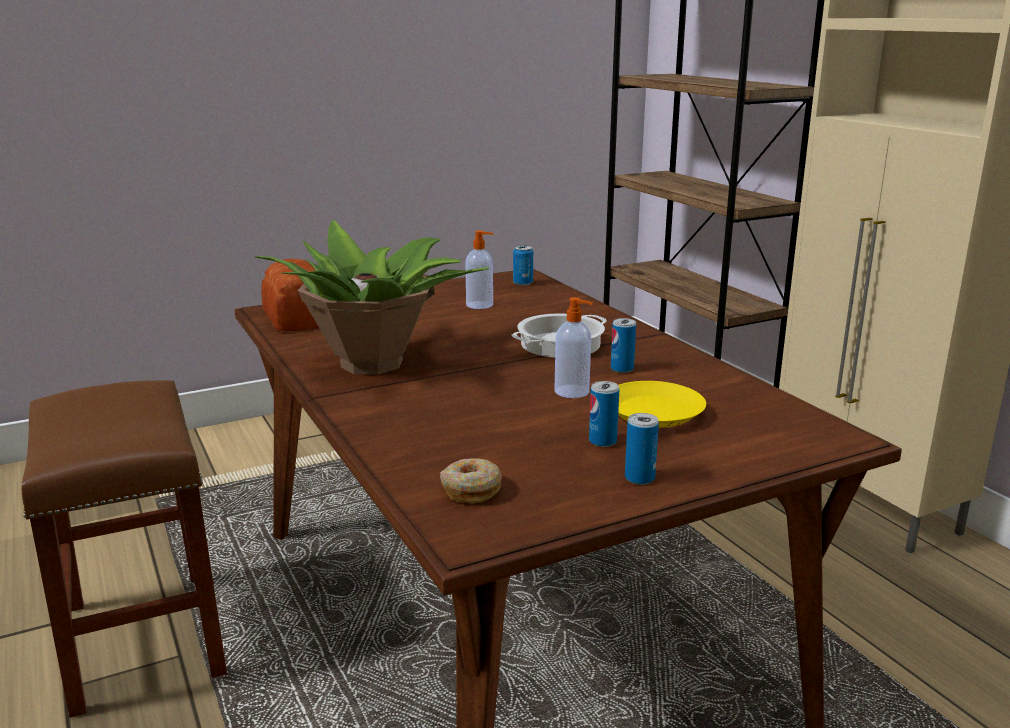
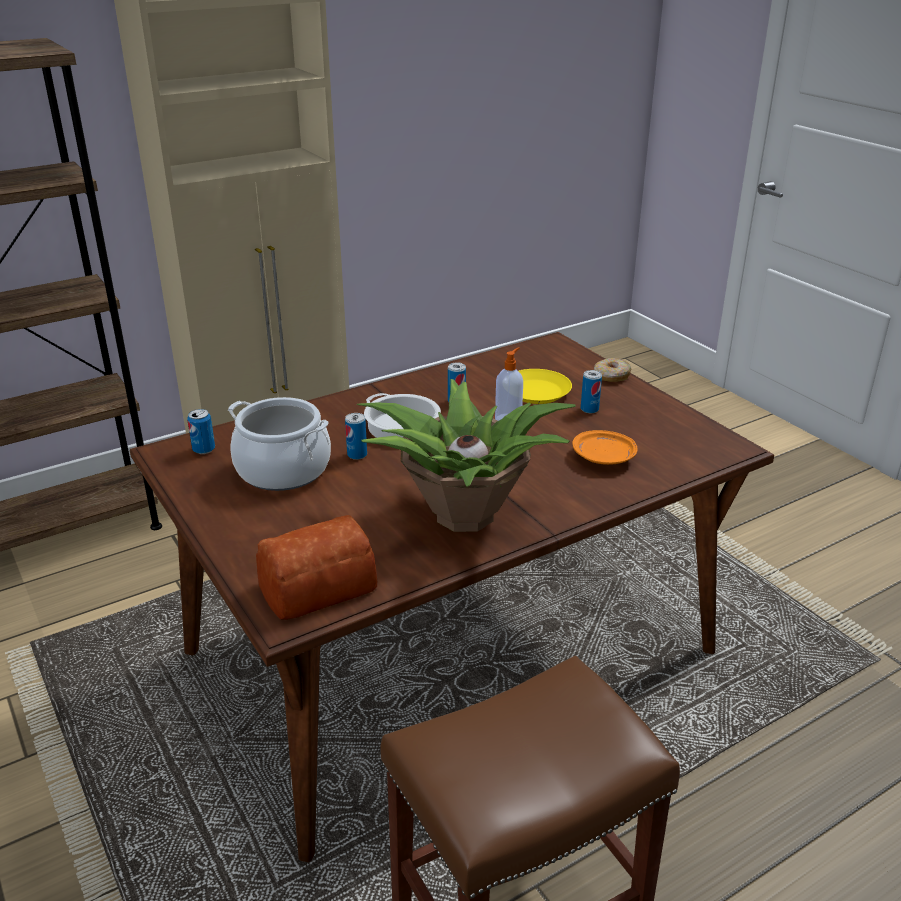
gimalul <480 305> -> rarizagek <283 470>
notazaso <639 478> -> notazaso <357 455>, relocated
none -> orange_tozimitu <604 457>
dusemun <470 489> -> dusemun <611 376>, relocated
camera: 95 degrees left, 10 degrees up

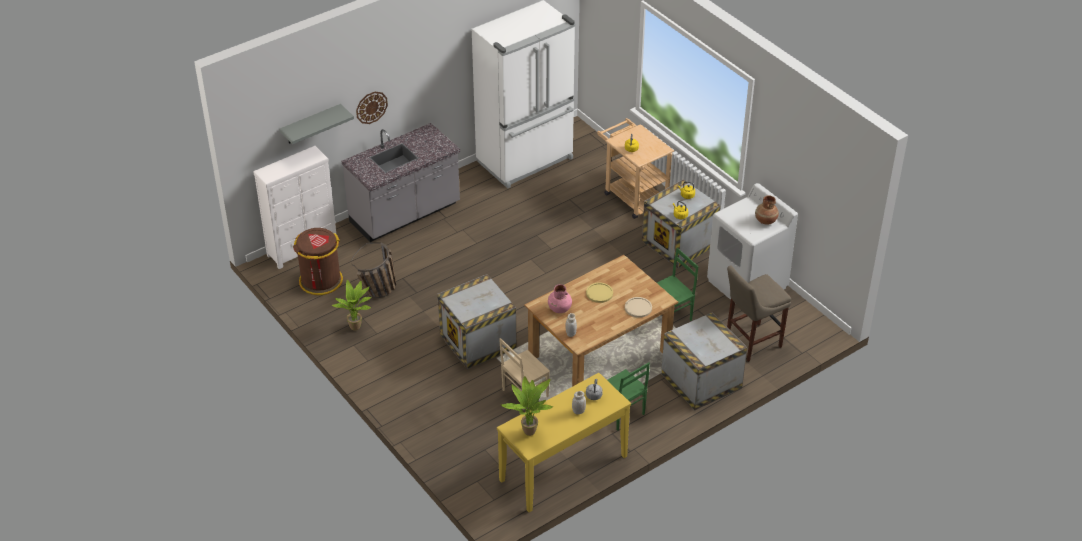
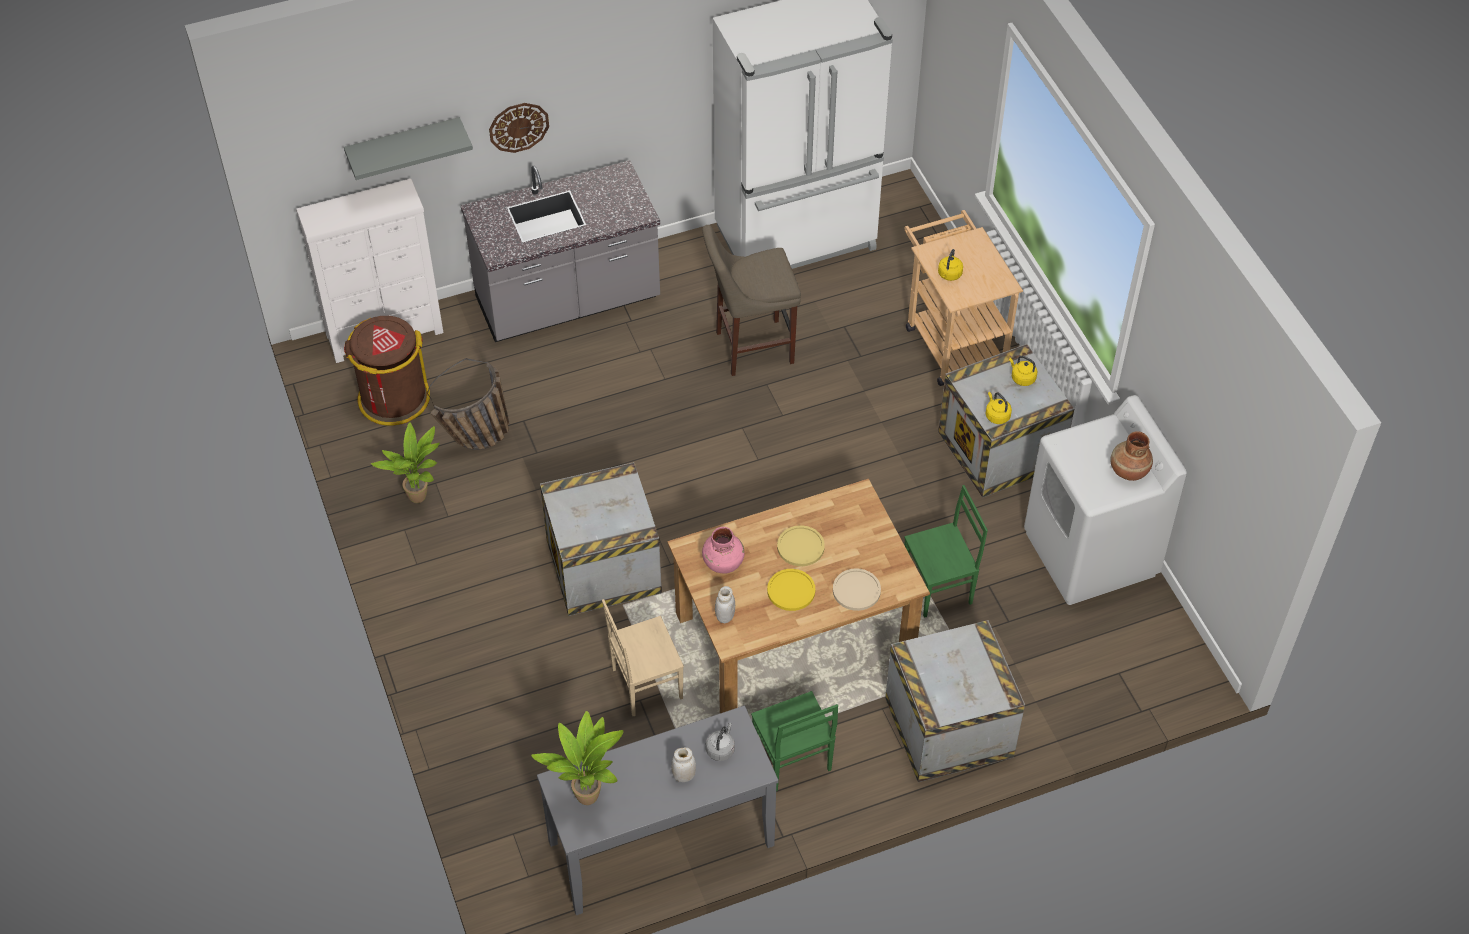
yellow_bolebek <563 468> -> grey_bolebek <661 844>
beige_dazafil <750 343> -> beige_dazafil <750 348>, relocated
none -> yellow_tozimitu <791 590>
camera: 15 degrees right, 10 degrees up

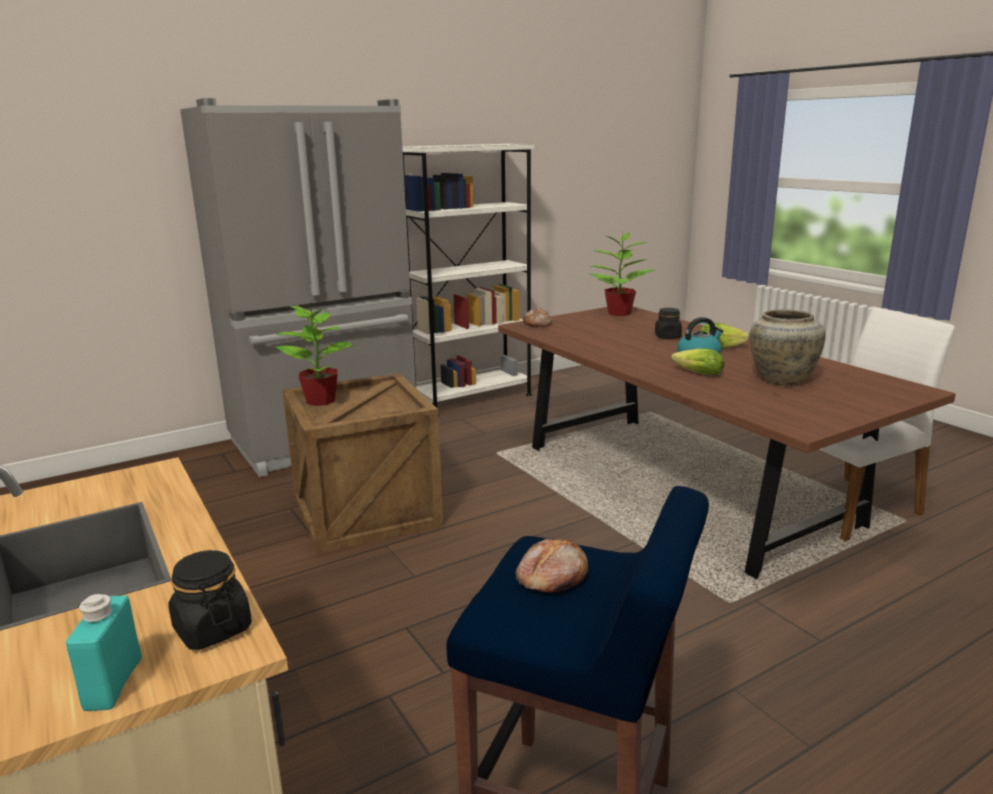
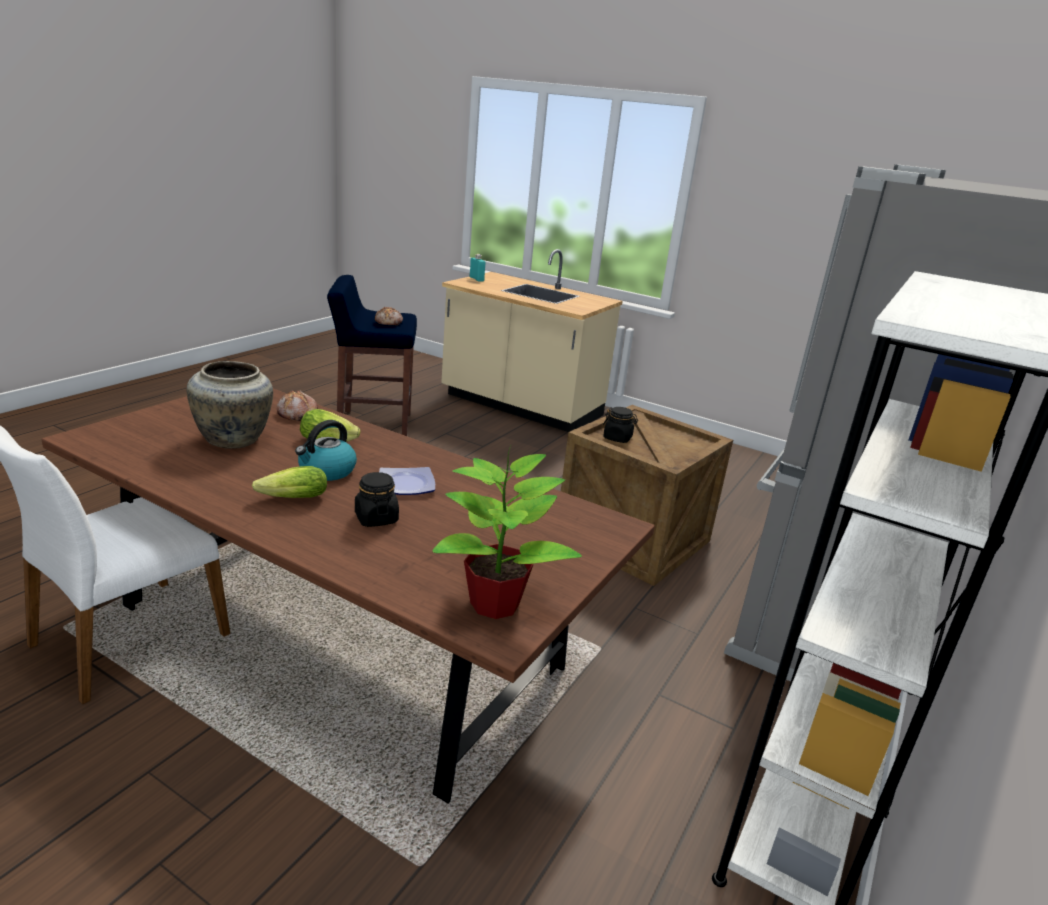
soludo <537 324> -> soludo <296 414>, relocated
none -> tozimitu <407 485>
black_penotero <212 629> -> black_penotero <617 438>, relocated
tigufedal <322 401> -> none
camera: 150 degrees right, 5 degrees up

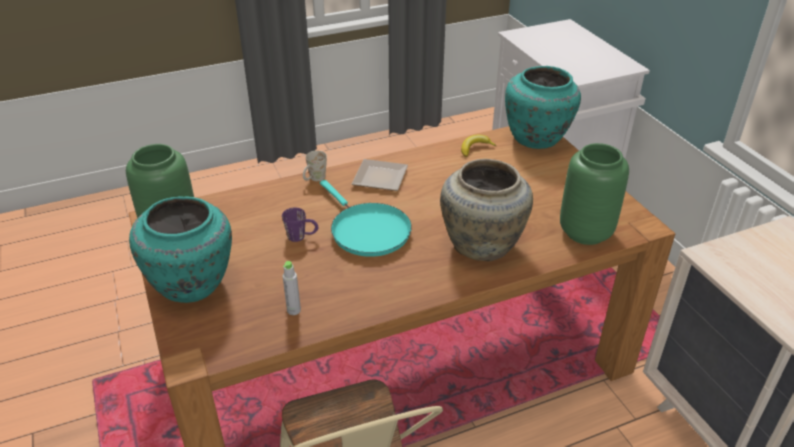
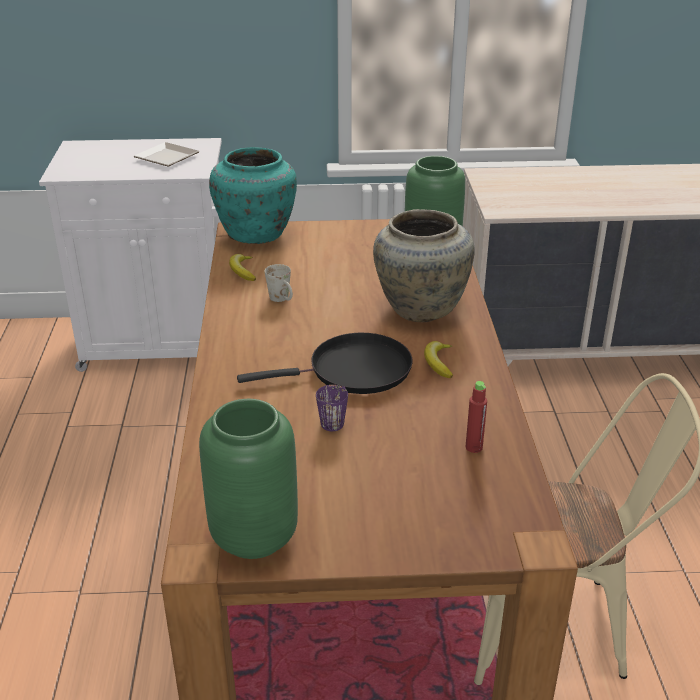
tozimitu <381 179> -> tozimitu <169 157>, relocated
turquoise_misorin <367 231> -> black_misorin <353 371>
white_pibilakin <314 179> -> white_pibilakin <282 300>, relocated
none -> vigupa <438 363>
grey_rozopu <293 310> -> red_rozopu <474 447>
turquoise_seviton <193 286> -> none
camera: 70 degrees left, 5 degrees down

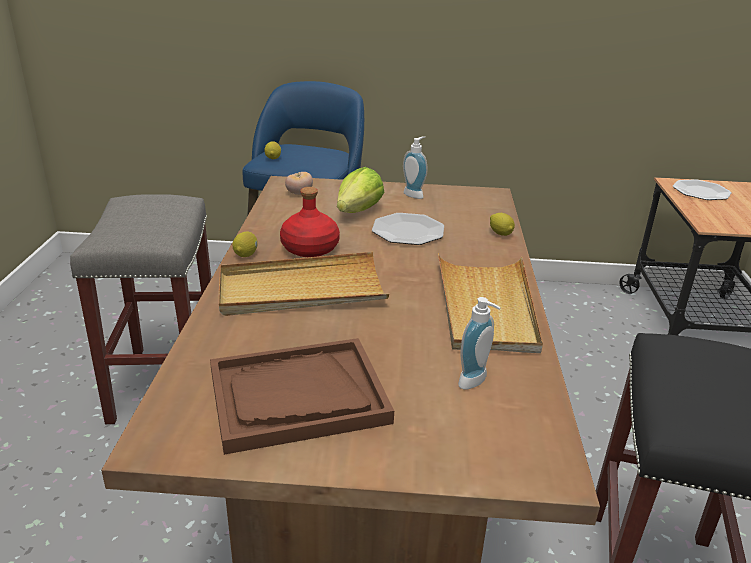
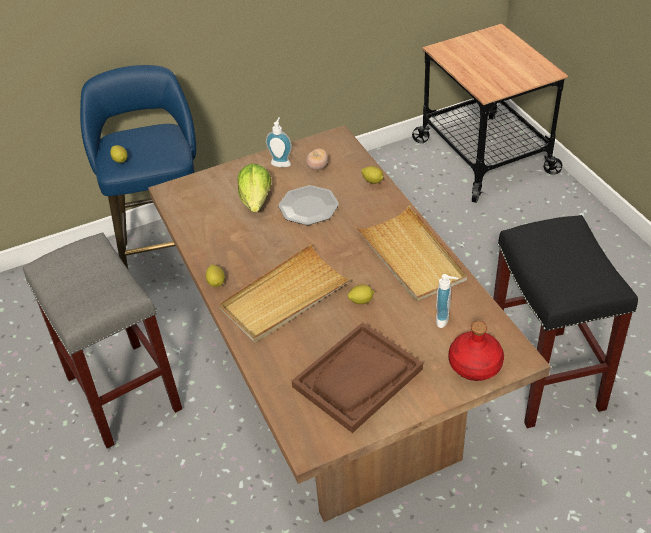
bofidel <299 193> -> bofidel <317 167>, relocated
none -> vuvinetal <361 301>
red_rozopu <310 249> -> red_rozopu <475 365>, relocated
tozimitu <701 192> -> none
camera: 25 degrees left, 15 degrees up

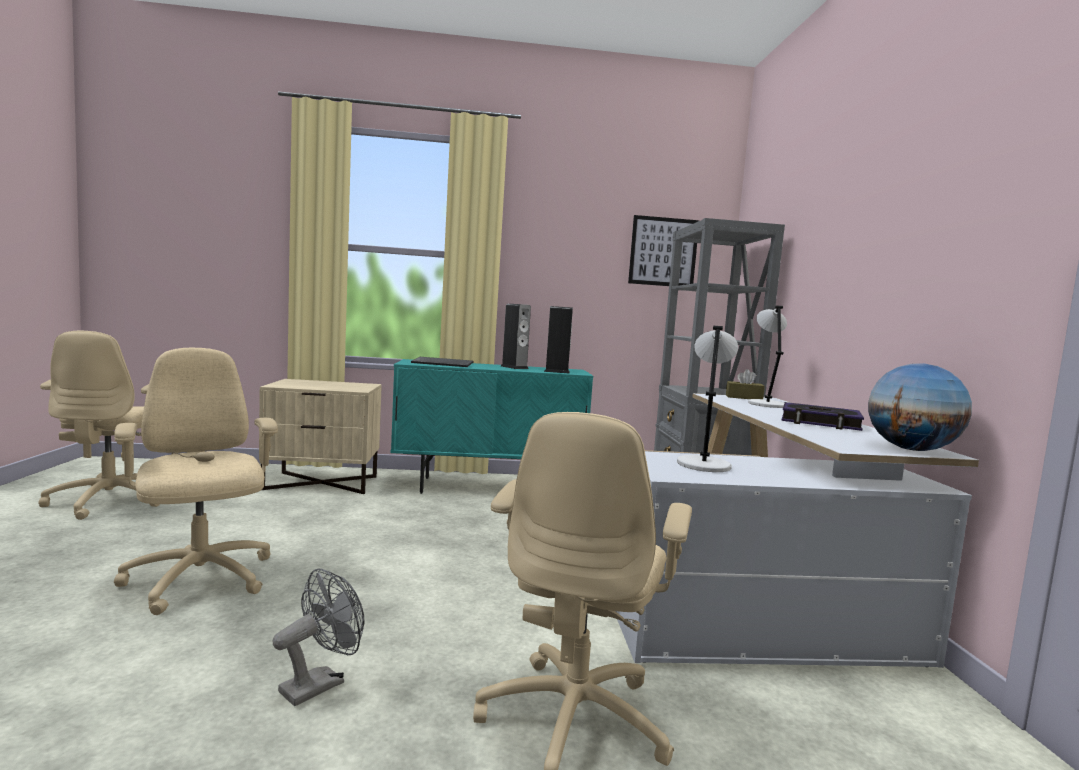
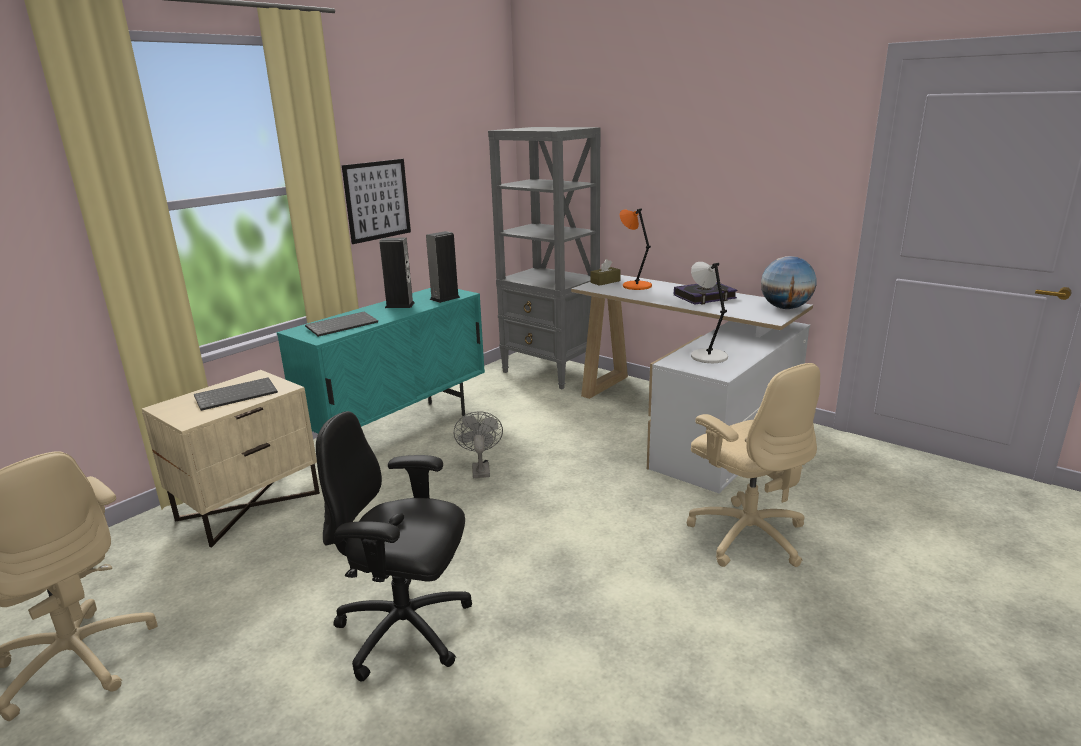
none -> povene <237 395>
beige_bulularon <199 580> -> black_bulularon <406 631>
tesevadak <663 252> -> tesevadak <377 200>, relocated
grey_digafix <320 683> -> grey_digafix <480 468>, relocated
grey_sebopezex <766 404> -> orange_sebopezex <635 286>
camera: 45 degrees left, 15 degrees up

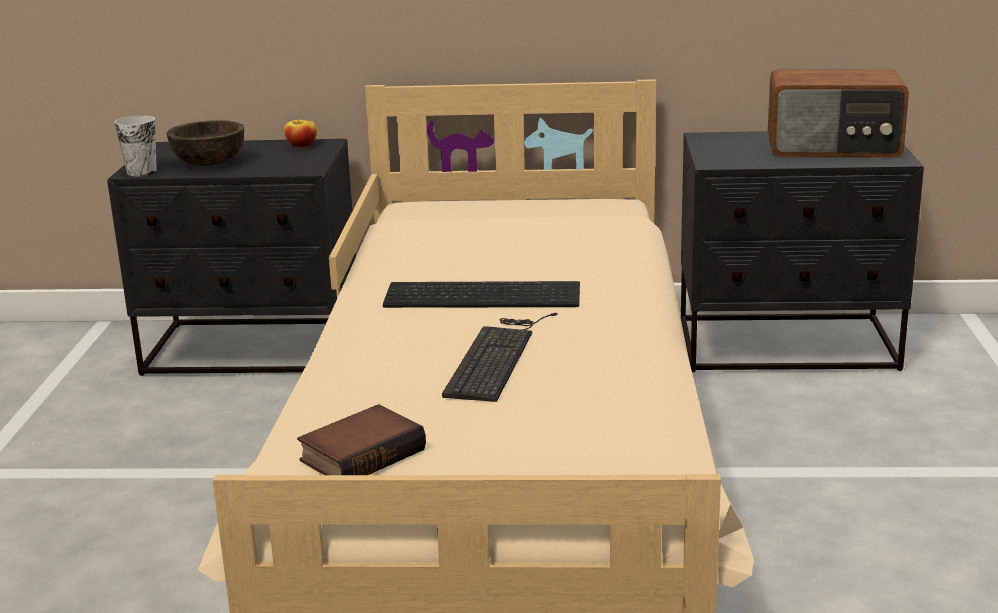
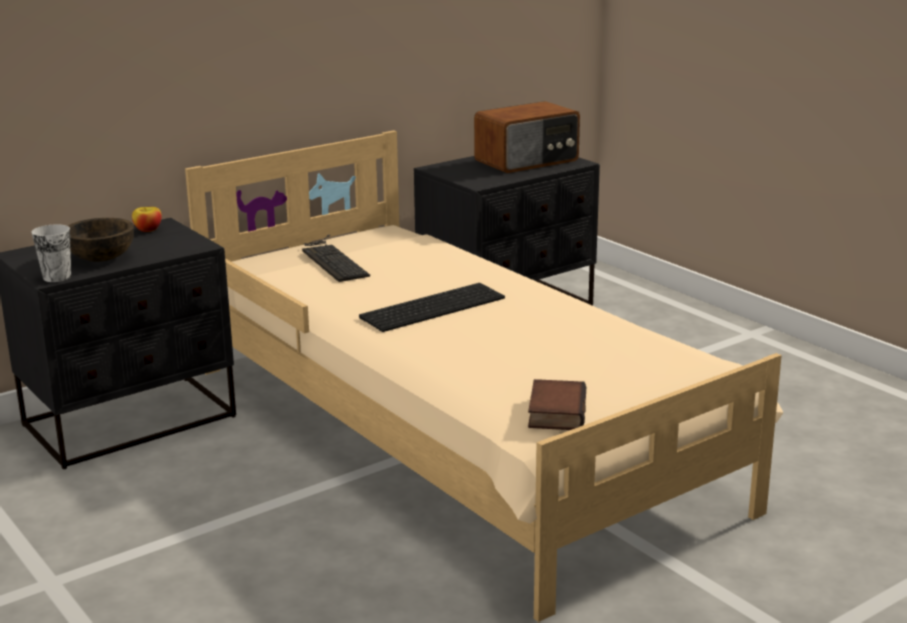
povene <497 356> -> povene <332 259>, relocated
camera: 40 degrees left, 0 degrees up

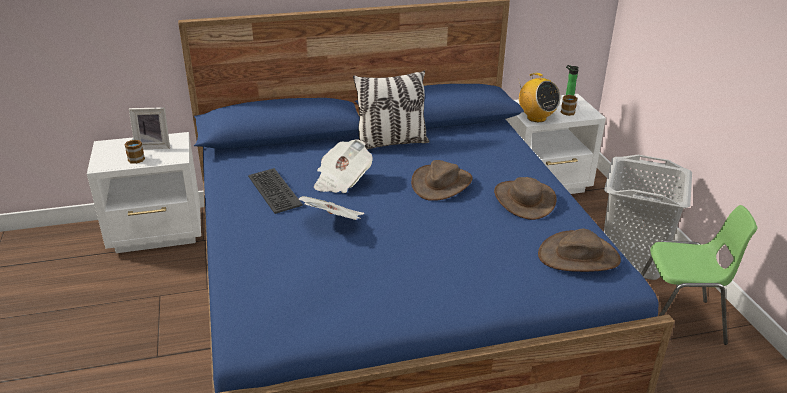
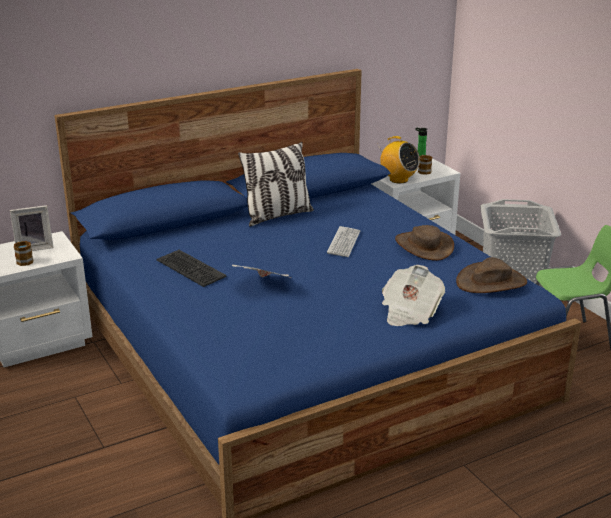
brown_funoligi <441 183> -> povene <344 242>
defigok <341 181> -> defigok <409 312>, relocated
camera: 15 degrees left, 5 degrees down

